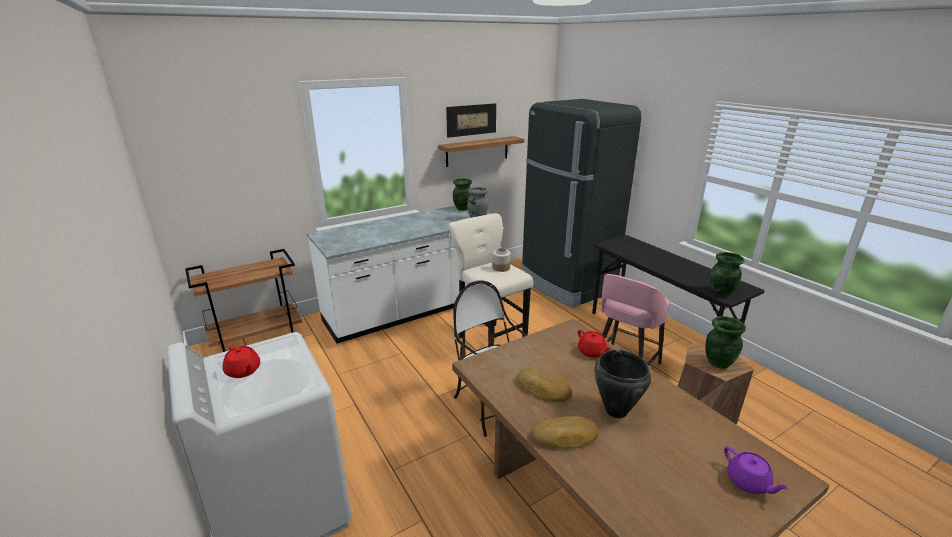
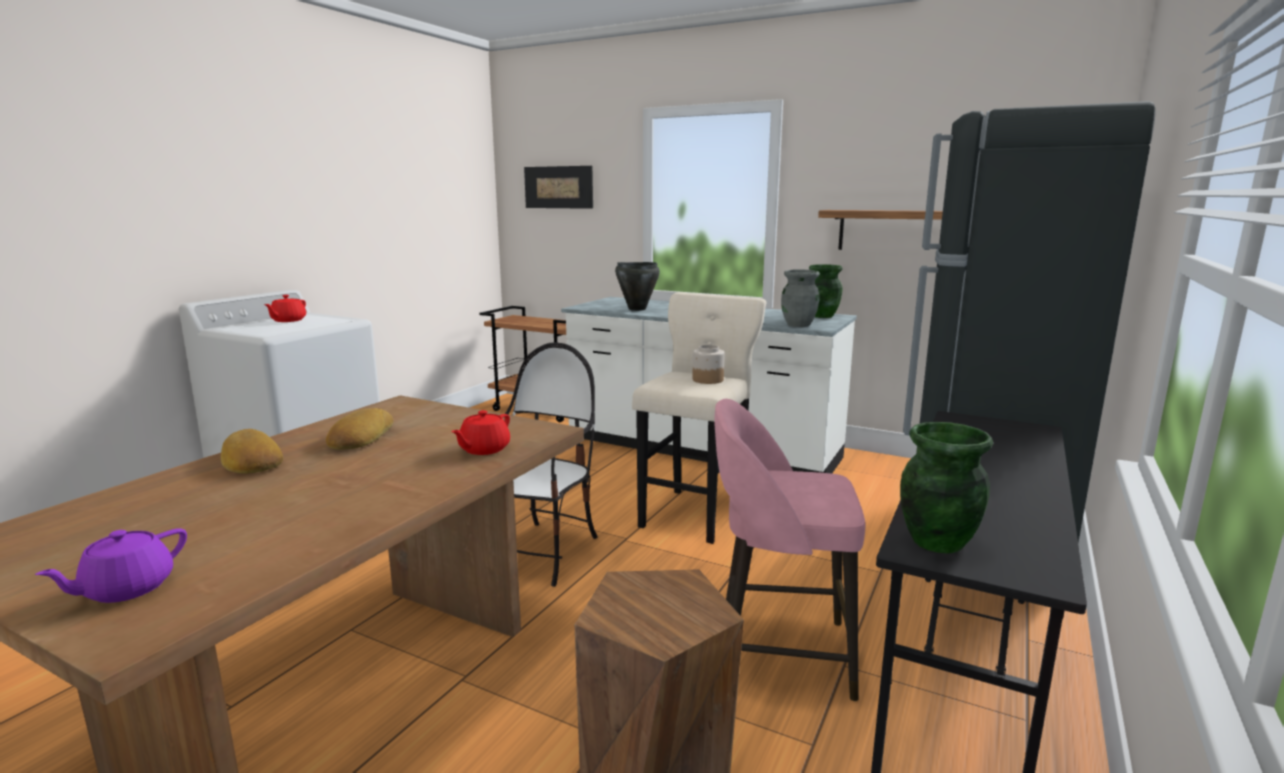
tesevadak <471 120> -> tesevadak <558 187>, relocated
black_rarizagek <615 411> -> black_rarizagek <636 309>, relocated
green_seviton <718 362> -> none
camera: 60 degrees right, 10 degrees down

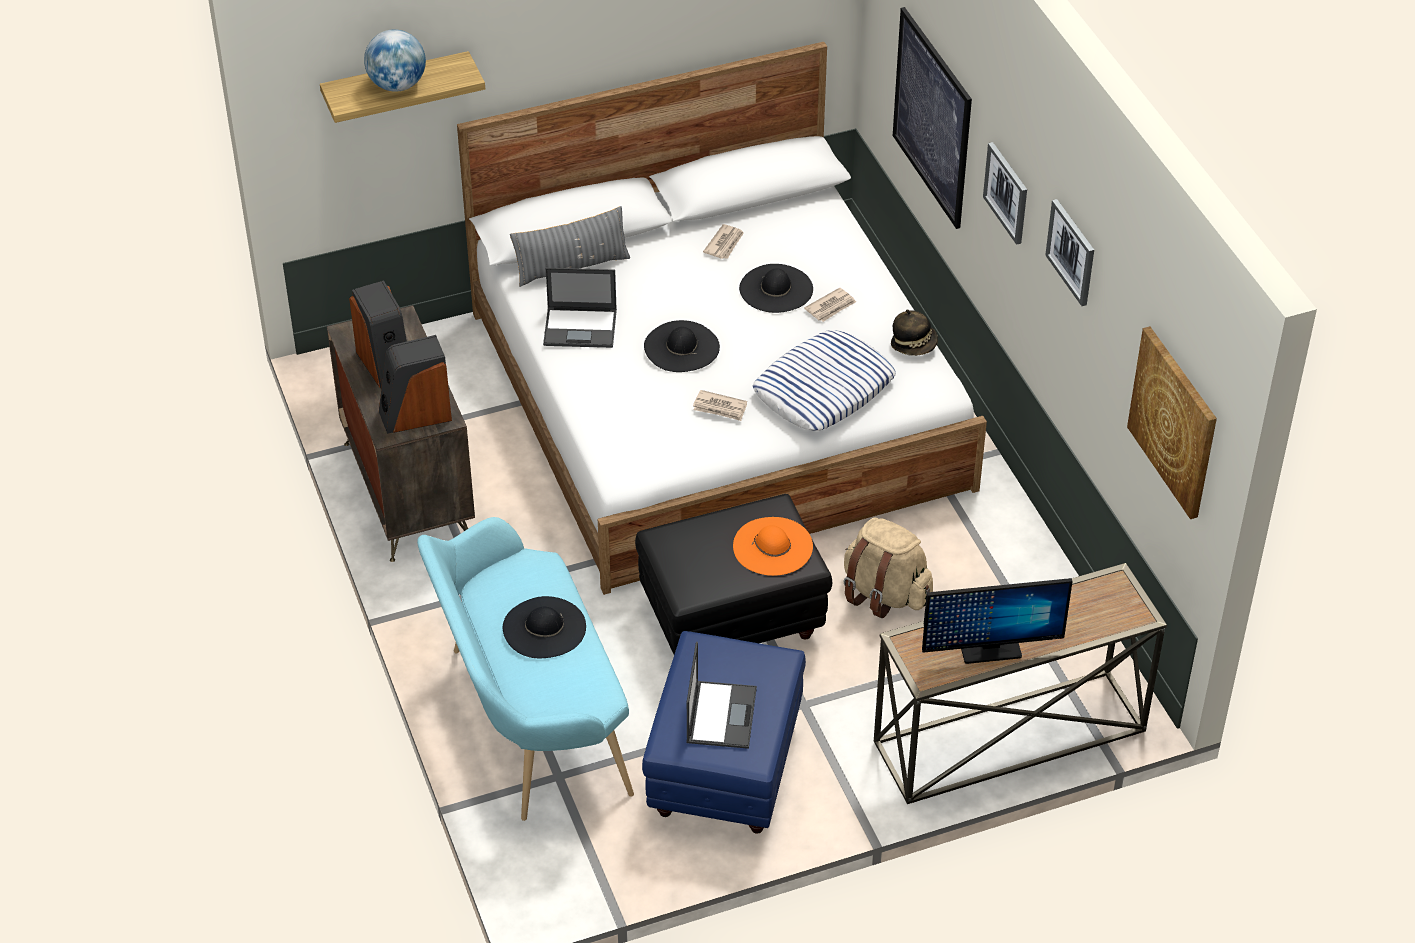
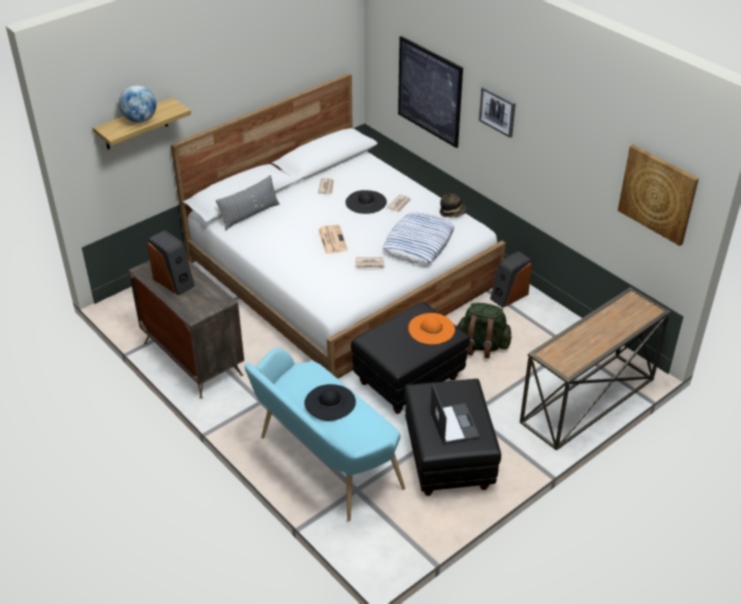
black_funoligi <681 347> -> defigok <332 239>
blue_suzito <723 769> -> black_suzito <447 460>
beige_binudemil <884 594> -> green_binudemil <482 346>
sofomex <415 414> -> sofomex <509 296>, relocated
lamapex <581 328> -> none
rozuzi <990 649> -> none
tesevadak <1072 252> -> none
camera: 20 degrees left, 5 degrees down

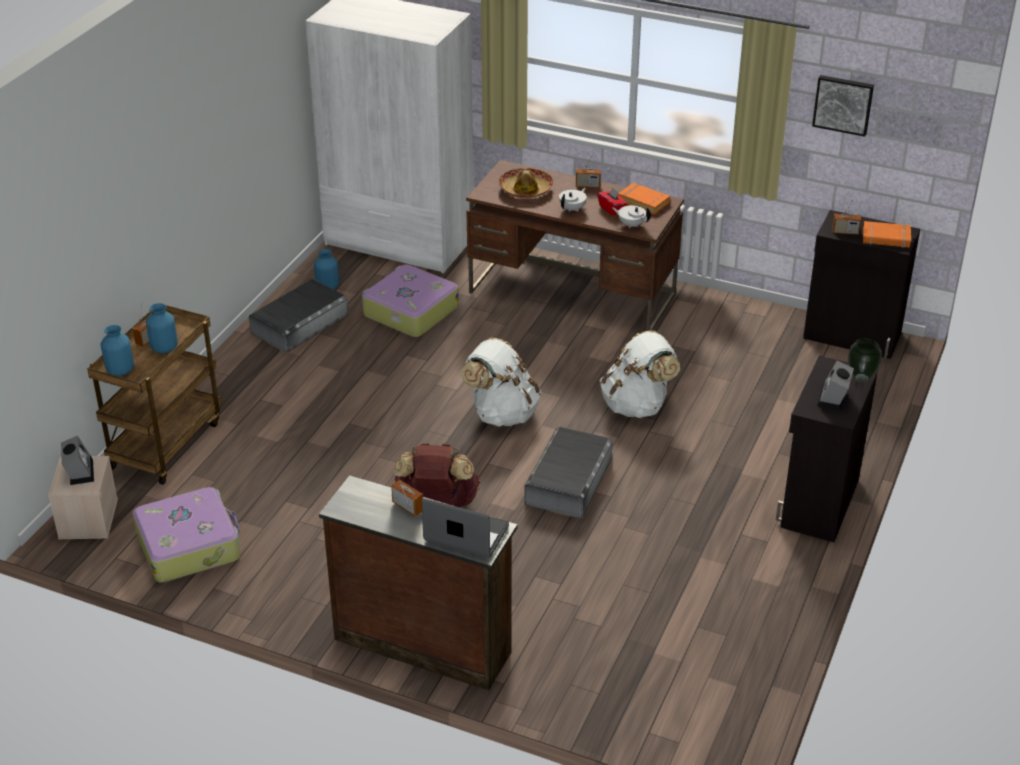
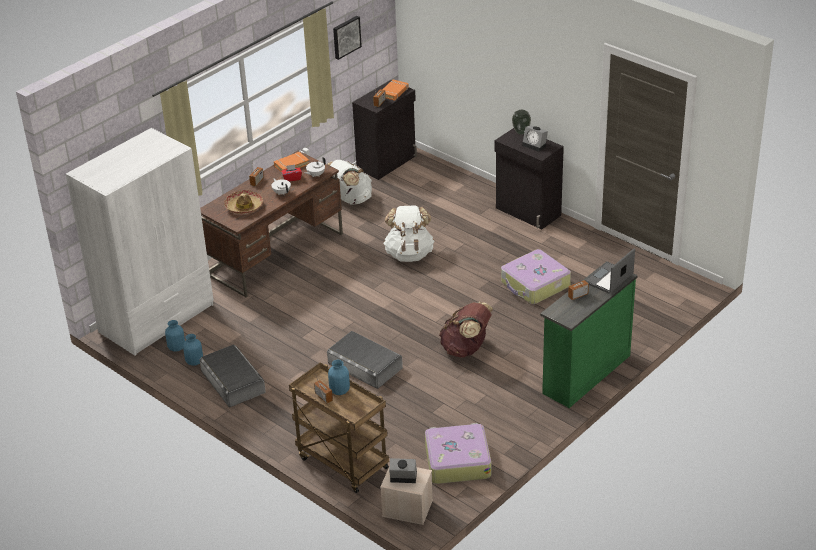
blue_seviton <119 371> -> blue_seviton <176 348>, relocated
white_binudemil <502 413> -> white_binudemil <350 200>, relocated
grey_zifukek <568 480> -> grey_zifukek <365 365>, relocated
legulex <409 311> -> legulex <535 285>, relocated
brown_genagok <422 643> -> green_genagok <585 374>
camera: 70 degrees left, 0 degrees up

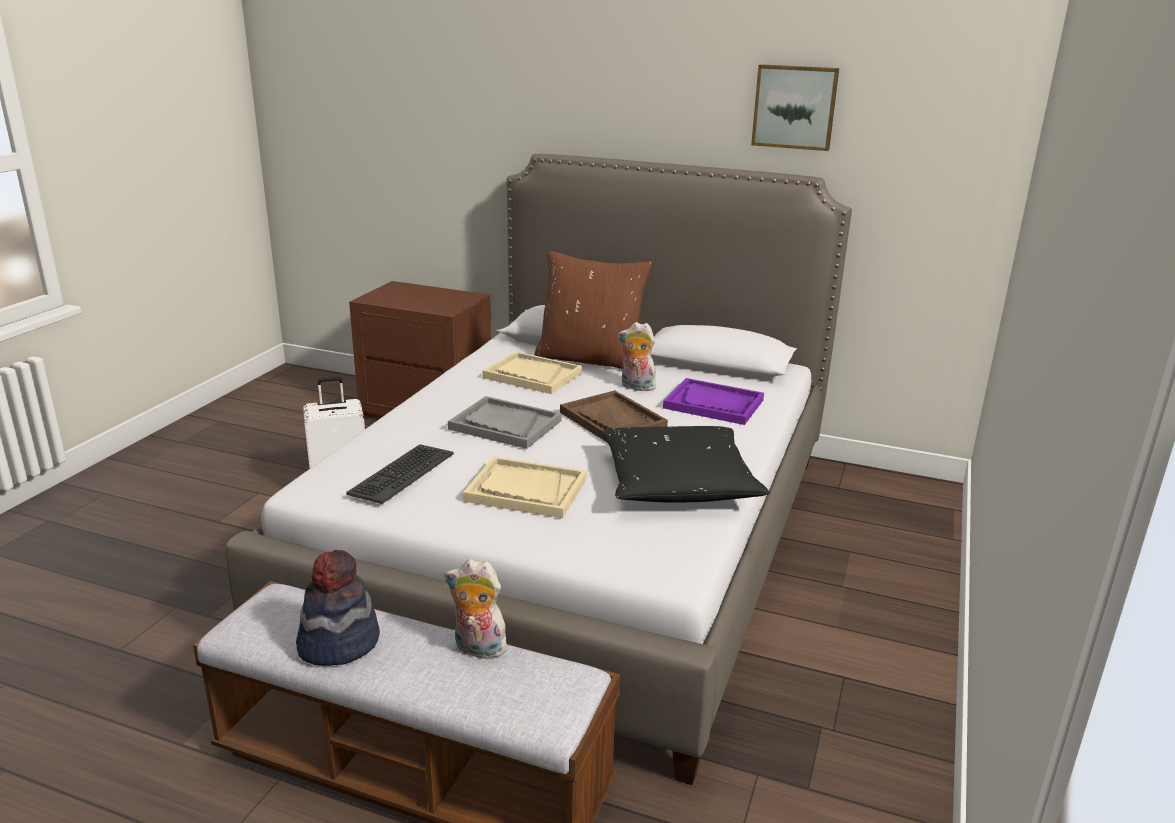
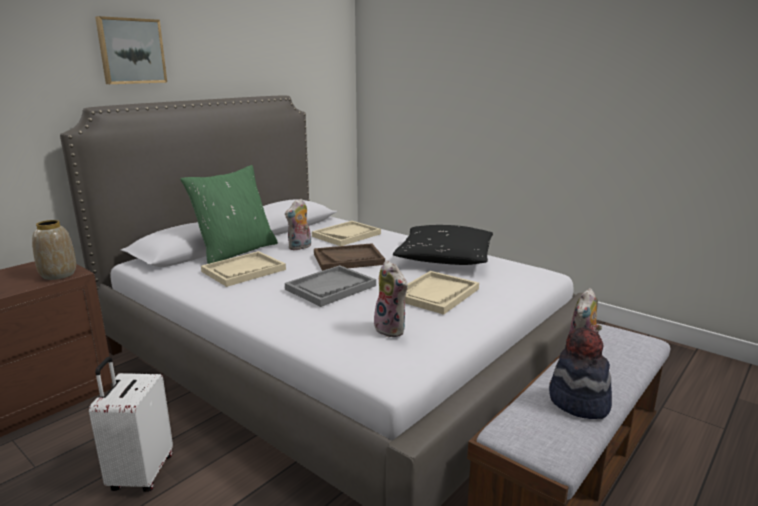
none -> seviton <59 274>
tesevadak <794 107> -> tesevadak <131 51>, relocated
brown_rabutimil <591 359> -> green_rabutimil <236 251>
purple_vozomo <714 404> -> beige_vozomo <346 235>
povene <401 474> -> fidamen <392 329>
camera: 70 degrees left, 5 degrees down

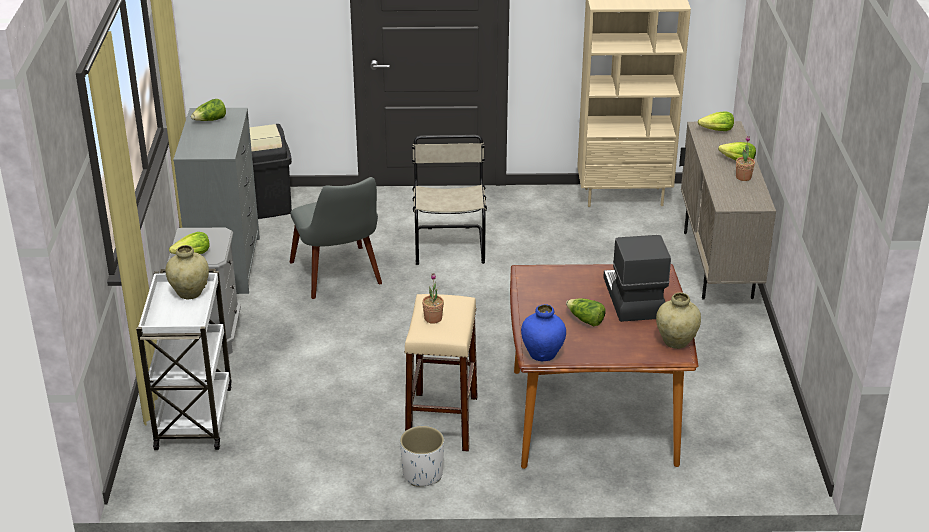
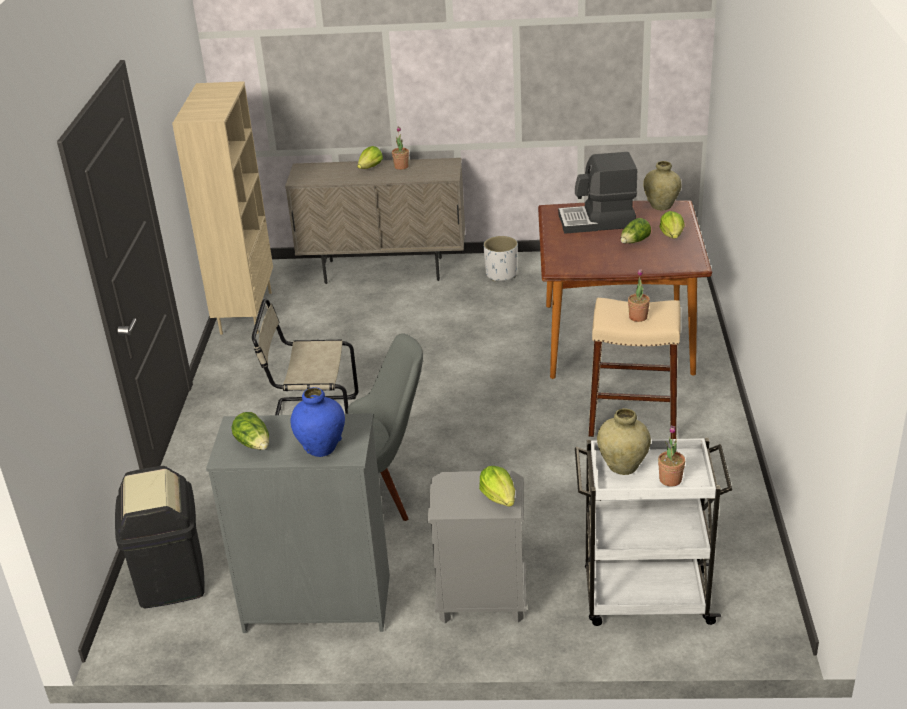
blue_seviton <542 355> -> blue_seviton <321 448>, relocated
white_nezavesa <422 474> -> white_nezavesa <501 274>, relocated
none -> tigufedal <670 479>
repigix <717 131> -> repigix <672 235>, relocated
camera: 85 degrees left, 0 degrees up

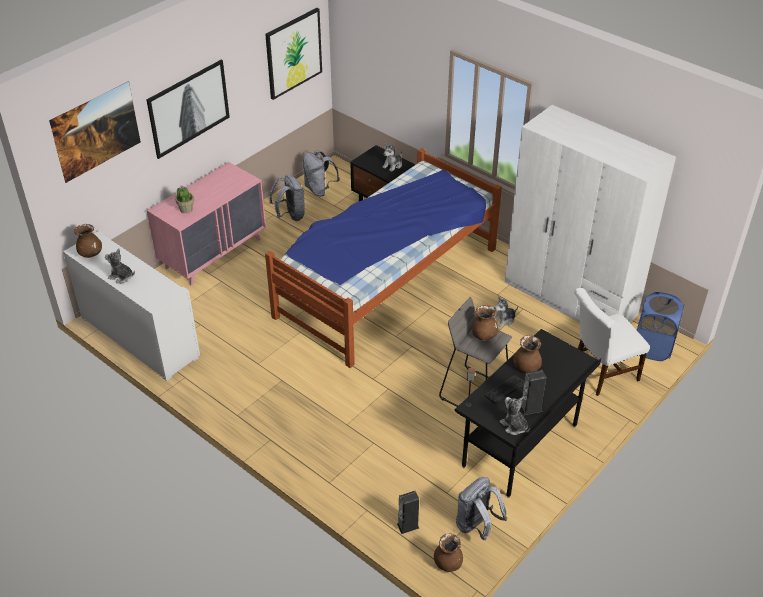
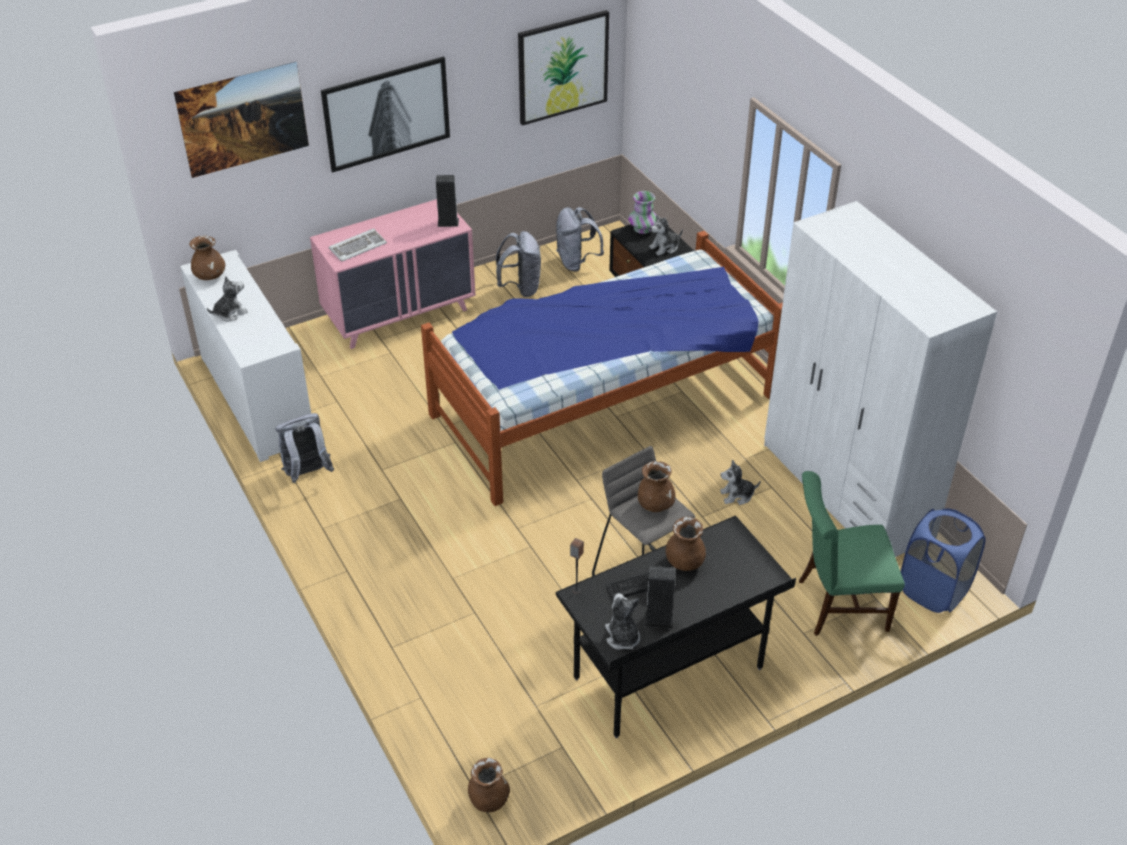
fidamen <121 277> -> fidamen <230 313>, 105 degrees clockwise
grey_binudemil <476 526> -> grey_binudemil <307 473>, relocated
tigufedal <186 209> -> povene <357 246>
sofomex <408 526> -> sofomex <448 222>, relocated
none -> seviton <642 229>
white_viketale <600 373> -> green_viketale <836 605>
camera: 20 degrees right, 0 degrees up

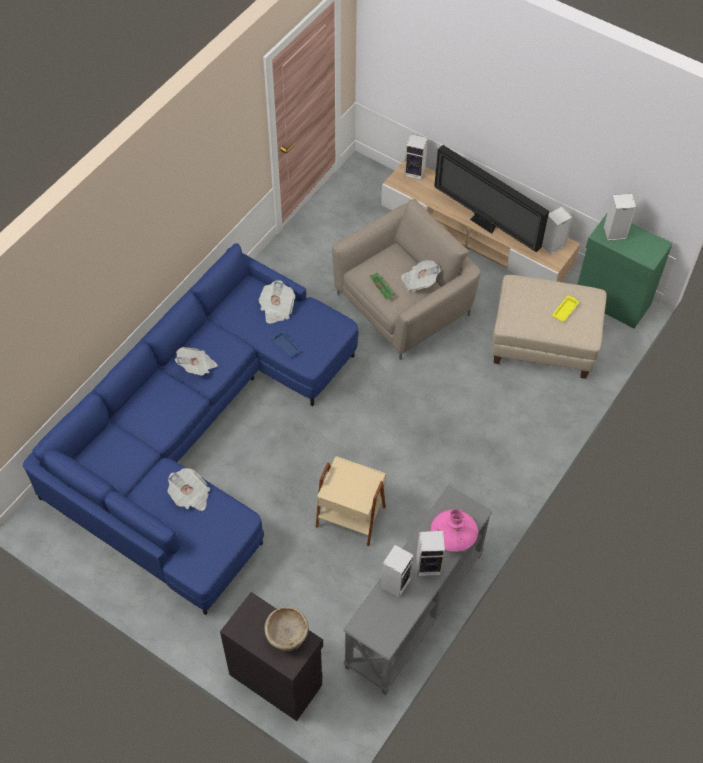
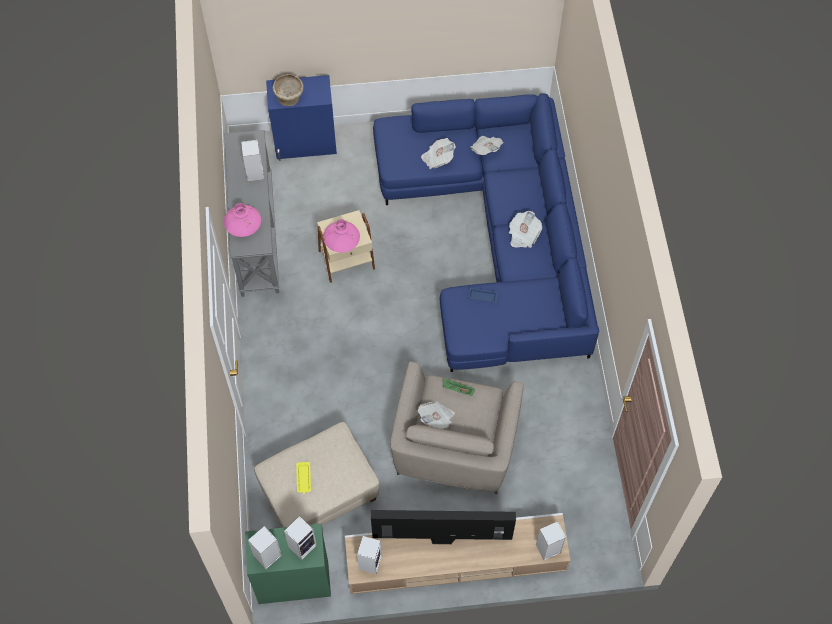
sofomex <429 565> -> sofomex <267 557>, relocated
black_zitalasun <276 678> -> blue_zitalasun <306 144>
none -> pink_seviton <341 240>
defigok <276 309> -> defigok <486 149>, relocated
camera: 140 degrees right, 5 degrees up

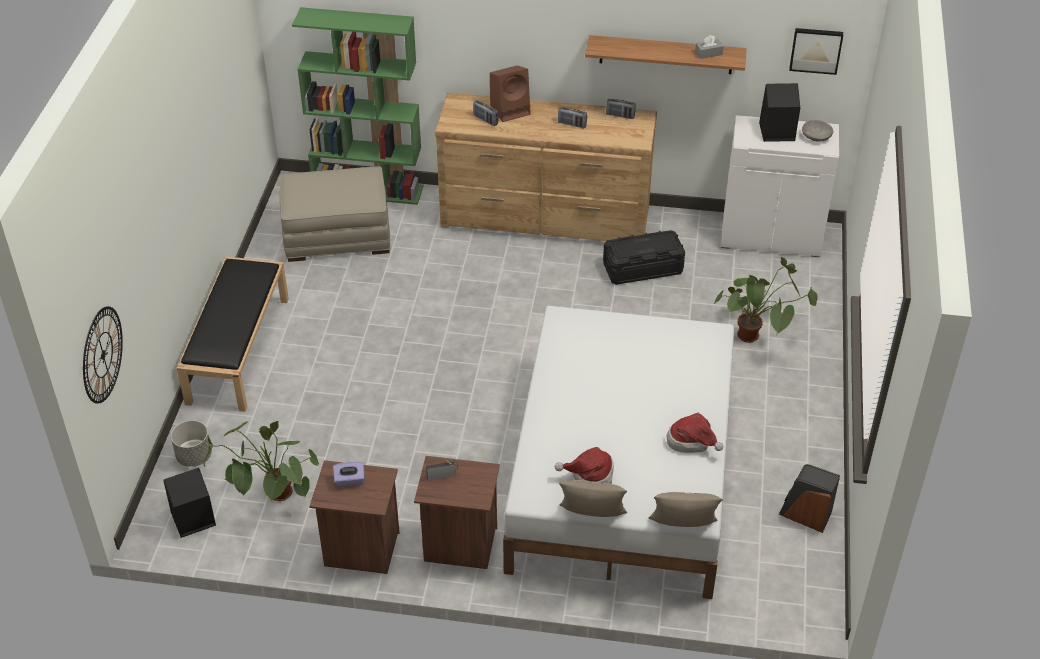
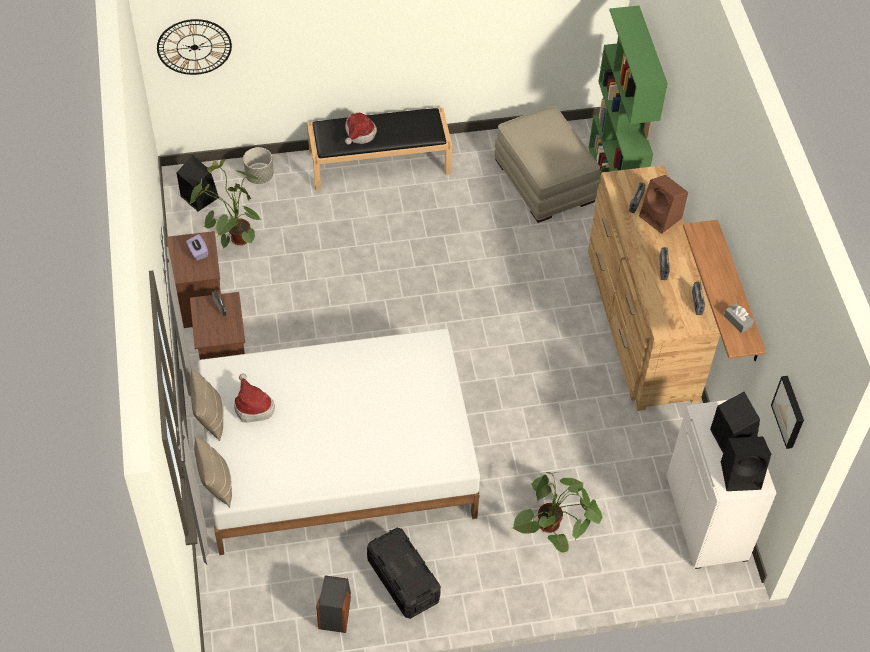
funoligi <692 442> -> funoligi <359 134>, relocated
black_zifukek <643 269> -> black_zifukek <403 580>, relocated
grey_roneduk <816 137> -> black_sofomex <741 475>
camera: 70 degrees right, 10 degrees up

